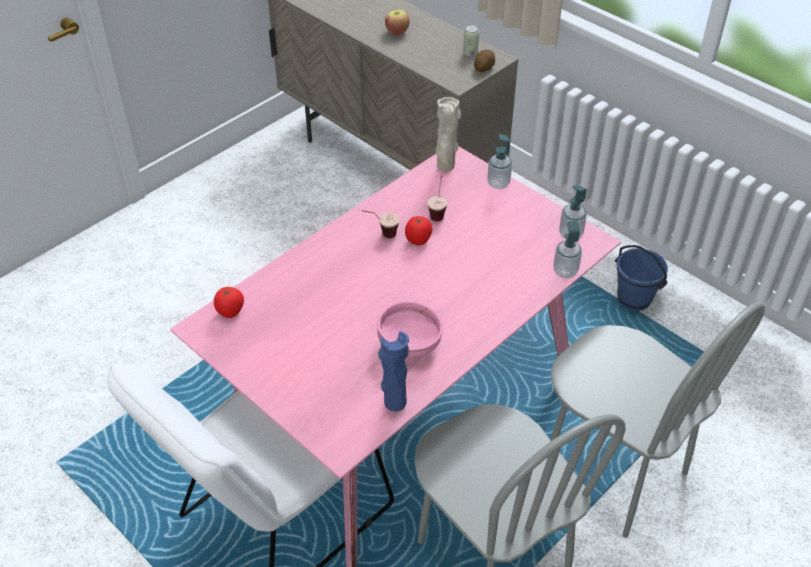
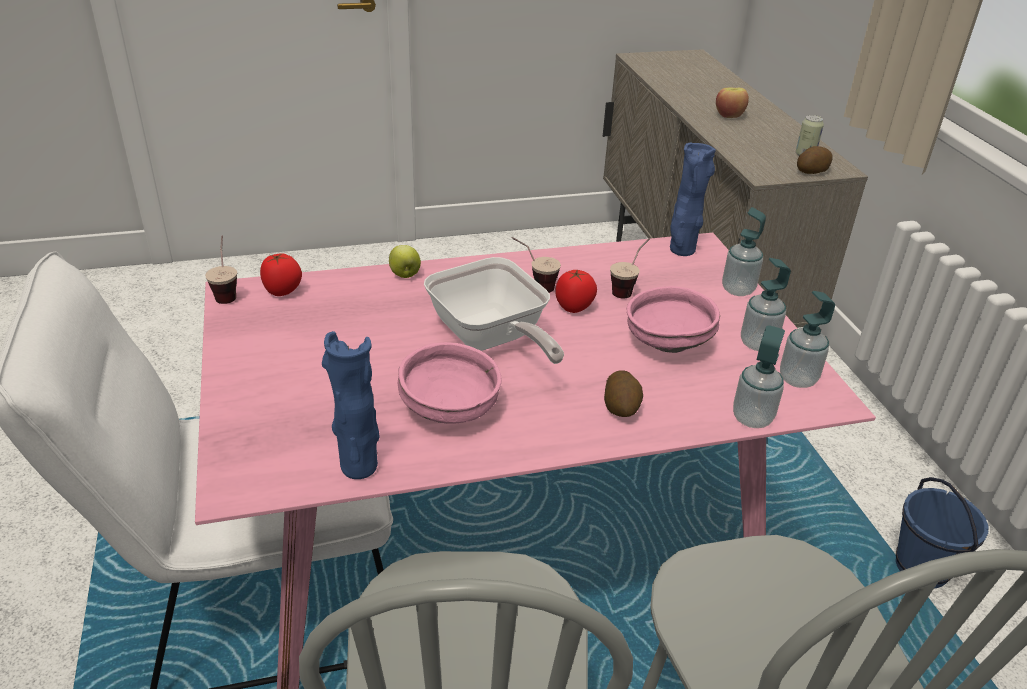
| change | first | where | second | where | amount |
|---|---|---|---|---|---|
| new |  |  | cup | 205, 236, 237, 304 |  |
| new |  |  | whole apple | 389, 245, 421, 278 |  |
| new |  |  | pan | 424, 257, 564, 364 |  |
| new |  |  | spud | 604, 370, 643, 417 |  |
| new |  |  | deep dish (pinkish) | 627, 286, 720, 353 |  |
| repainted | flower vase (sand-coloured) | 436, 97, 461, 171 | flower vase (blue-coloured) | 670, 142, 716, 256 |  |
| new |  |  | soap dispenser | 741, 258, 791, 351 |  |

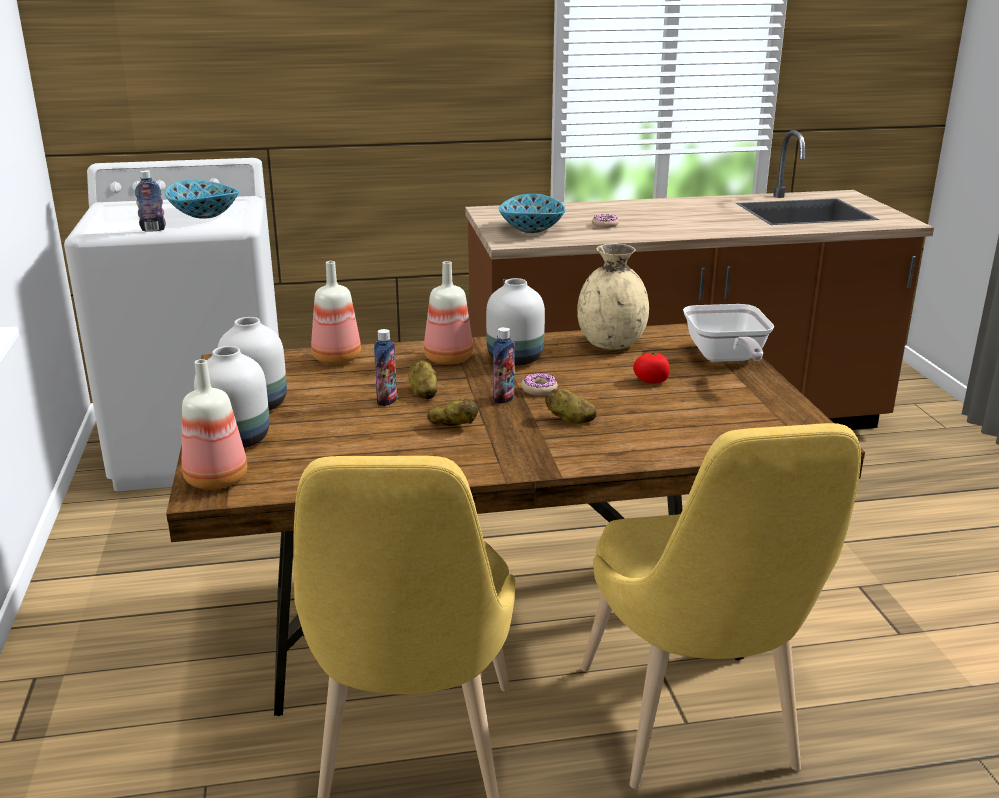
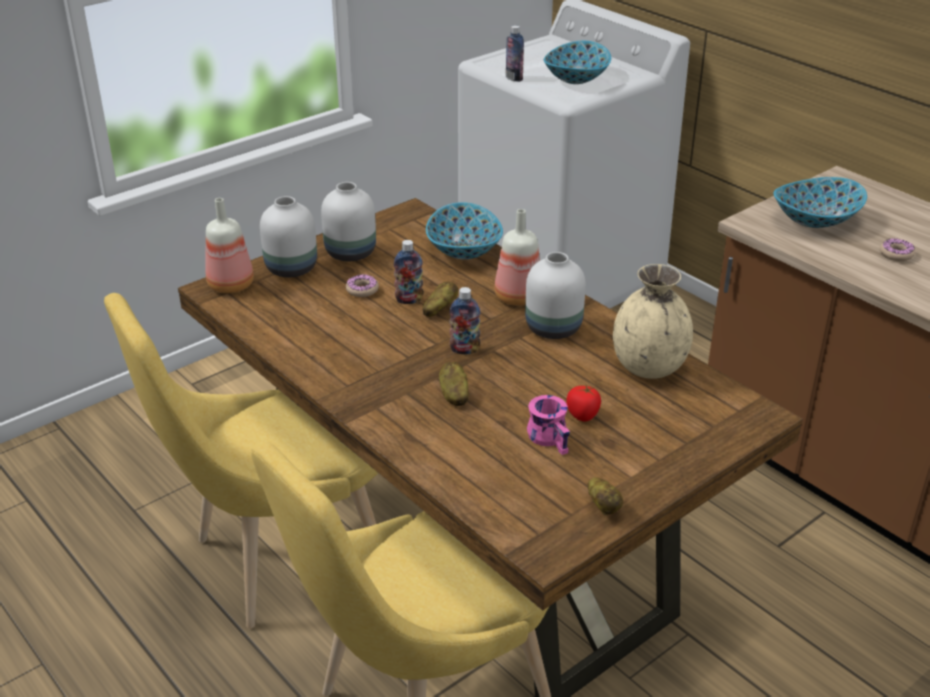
| change | first | where | second | where | amount |
|---|---|---|---|---|---|
| shifted | donut | 521, 373, 558, 396 |  | 346, 274, 379, 297 |  |
| swapped | bottle | 311, 261, 361, 364 | deep dish | 426, 202, 503, 260 |  |
| new |  |  | mug (pinkish) | 527, 395, 570, 455 |  |
| shifted | spud | 428, 399, 479, 426 |  | 587, 477, 623, 515 |  |
| gone | pan | 683, 304, 774, 362 |  |  |  |

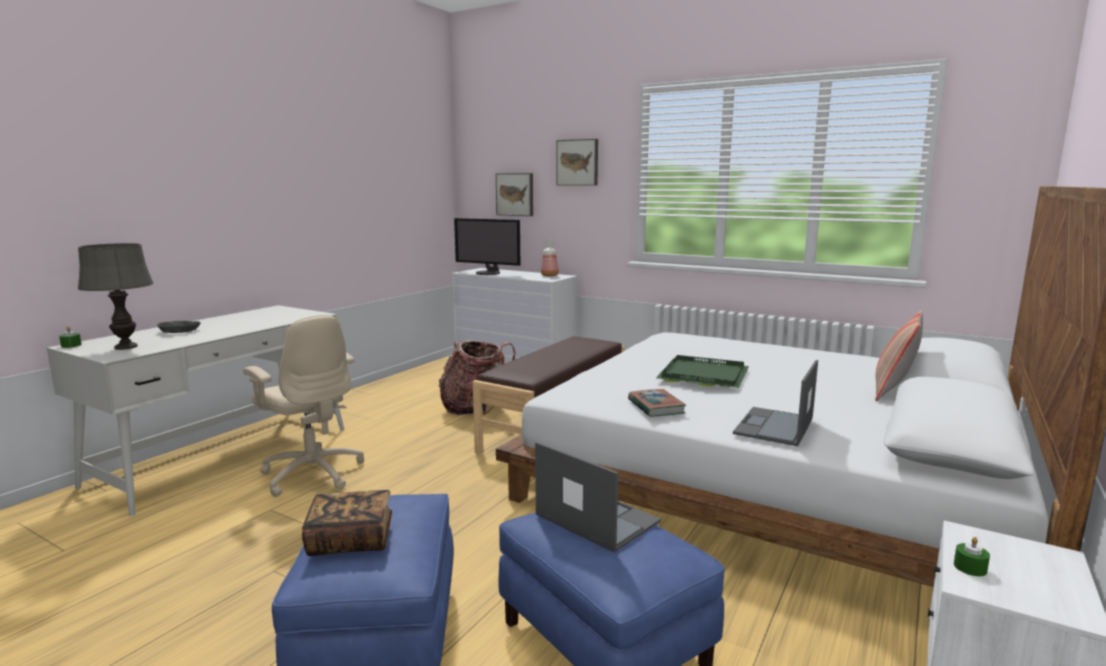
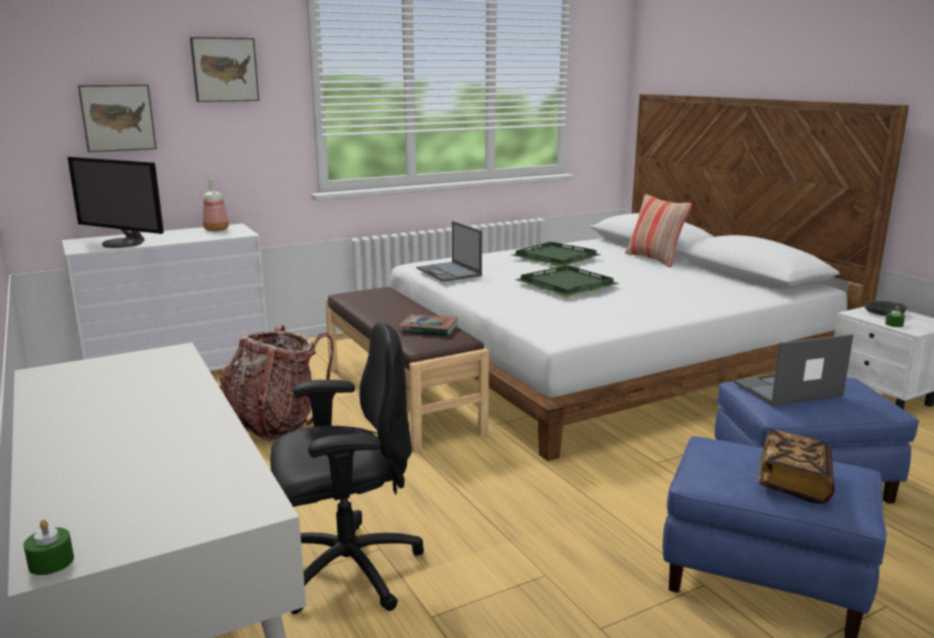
| change | first | where | second | where | amount |
|---|---|---|---|---|---|
| rotated | computer display | 454, 218, 520, 275 |  | 67, 157, 164, 248 | 60 degrees clockwise |
| repainted | computer chair (sand-coloured) | 243, 315, 364, 497 | computer chair (blackish) | 270, 322, 424, 614 |  |
| shifted | volume | 628, 389, 686, 417 |  | 399, 314, 458, 336 |  |
| shifted | notebook computer | 733, 360, 818, 446 |  | 416, 221, 482, 282 |  |
| new |  |  | tray (greenish) | 512, 242, 602, 267 |  |
| shifted | deep dish (greyish) | 157, 321, 201, 333 |  | 863, 301, 907, 316 |  |
| gone | tabletop lamp (greyish) | 78, 243, 153, 350 |  |  |  |

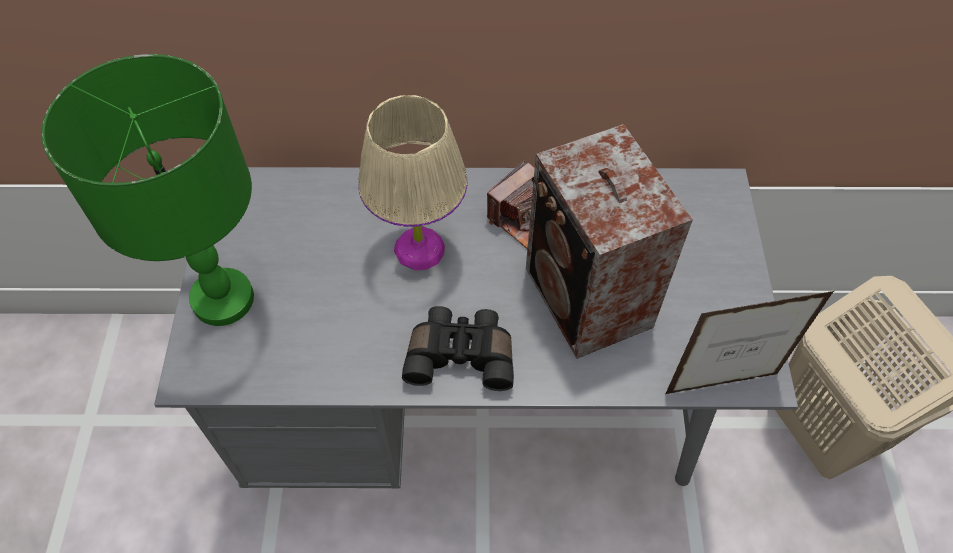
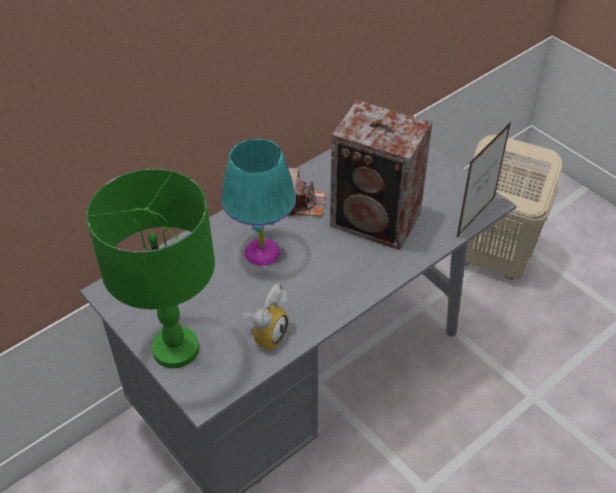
| change | first | where | second | where | amount |
|---|---|---|---|---|---|
| repainted | tabletop lamp (sand-coloured) | 358, 95, 467, 270 | tabletop lamp (turquoise) | 222, 138, 296, 266 |  |
| new |  |  | table clock | 243, 284, 289, 350 |  |
| gone | field glasses (blackish) | 402, 306, 514, 391 |  |  |  |

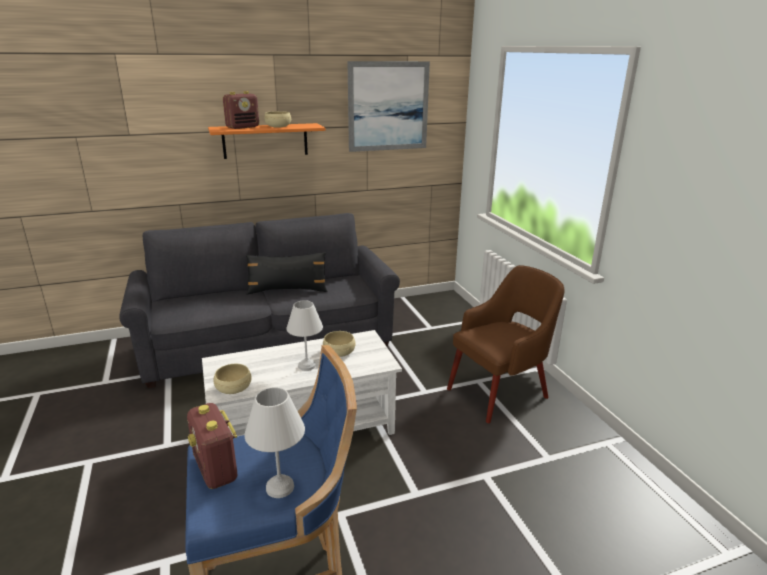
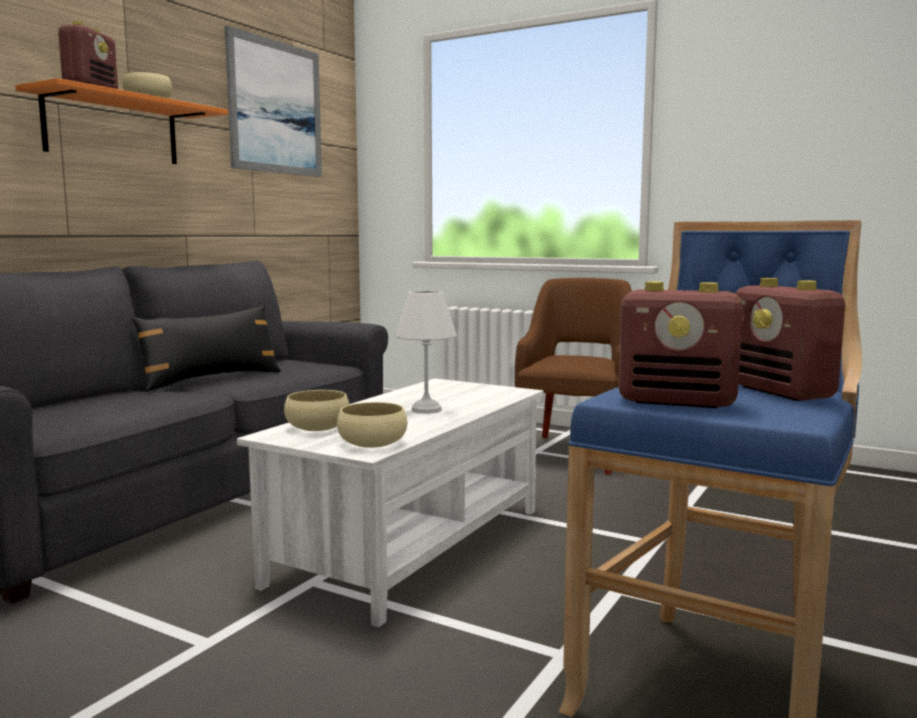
| change | first | where | second | where | amount |
|---|---|---|---|---|---|
| shifted | deep dish (sand-coloured) | 323, 331, 355, 357 |  | 284, 390, 350, 431 |  |
| swapped | tabletop lamp (white-coloured) | 245, 387, 305, 498 | radio | 735, 278, 847, 401 |  |

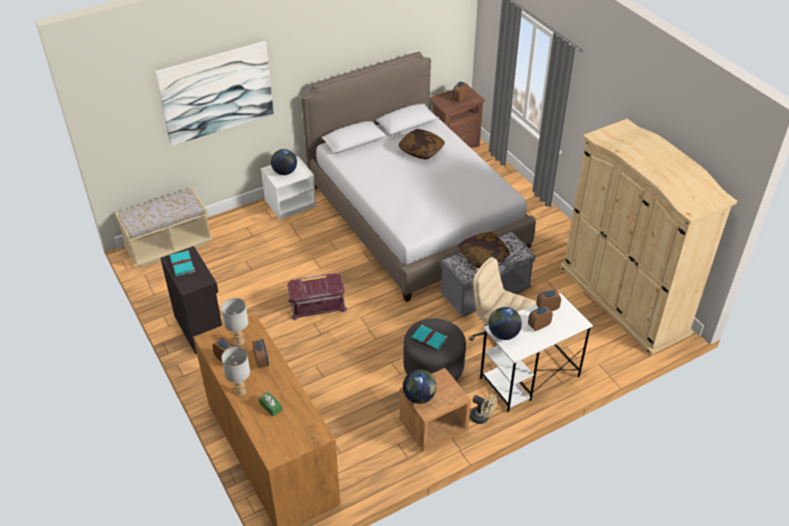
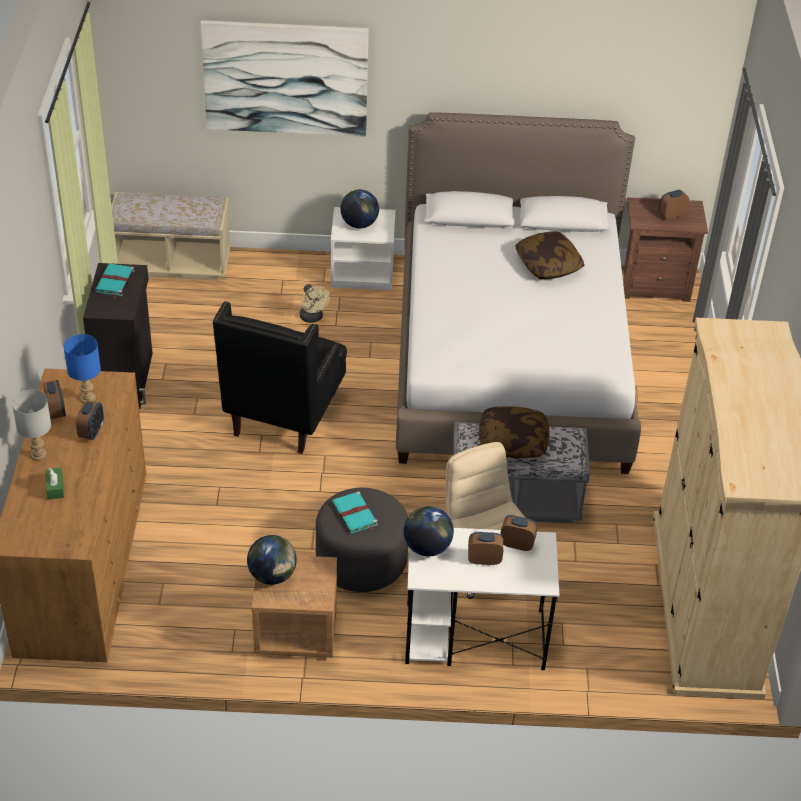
| change | first | where | second | where | amount |
|---|---|---|---|---|---|
| repainted | tabletop lamp (greyish) | 221, 298, 248, 346 | tabletop lamp (blue-coloured) | 63, 334, 101, 403 |  |
| swapped | storage box (red) | 287, 273, 347, 320 | easy chair (blackish) | 213, 301, 347, 454 |  |
| shifted | electric fan (sand-coloured) | 470, 394, 497, 424 |  | 300, 284, 330, 323 |  |

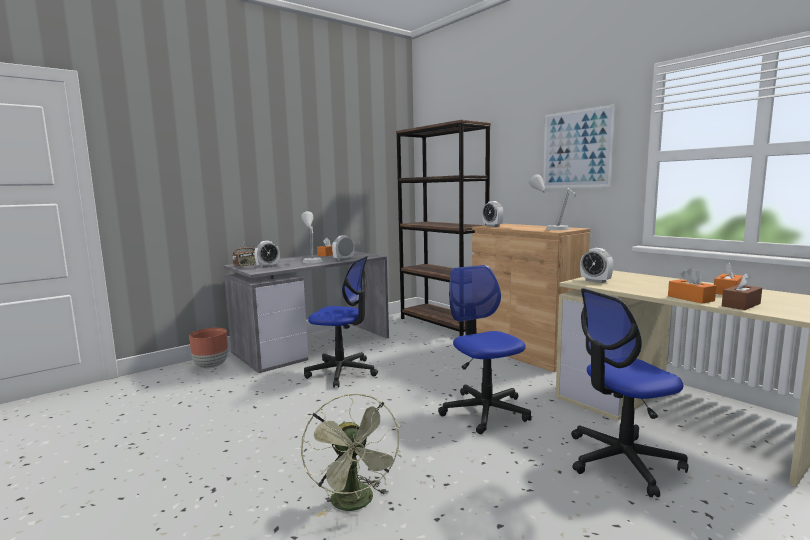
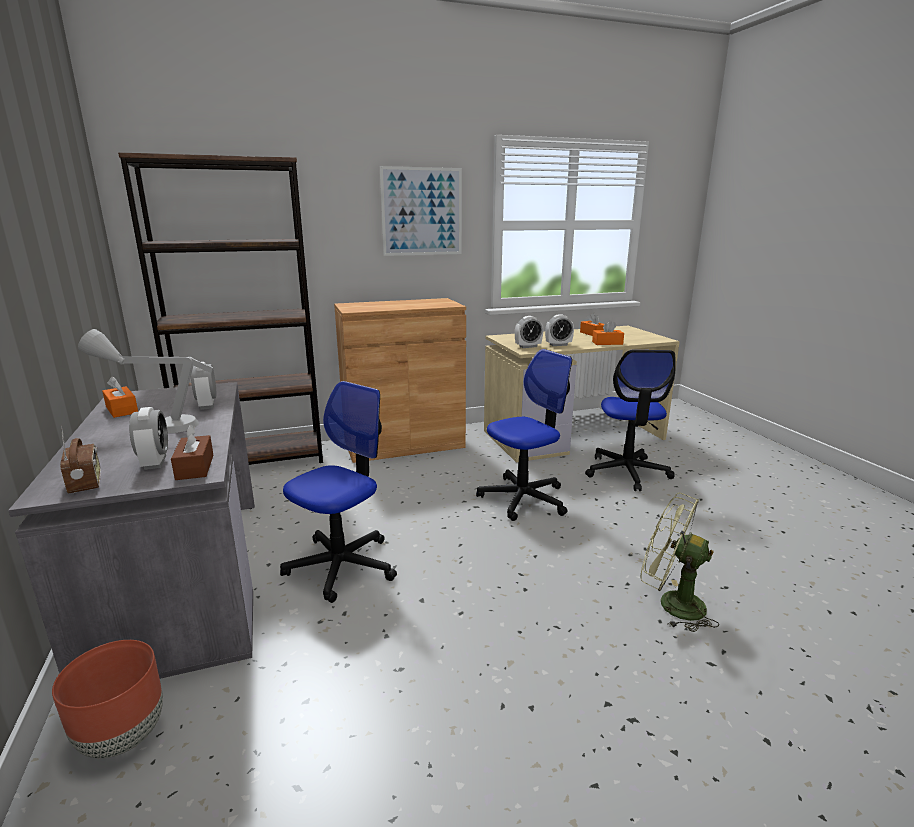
| change | first | where | second | where | amount |
|---|---|---|---|---|---|
| shifted | tissue box (brown) | 722, 273, 762, 310 |  | 171, 425, 213, 480 |  |
| rotated | computer chair | 438, 265, 531, 434 |  | 476, 349, 572, 521 | 150 degrees clockwise |
| shifted | table clock | 483, 201, 503, 227 |  | 545, 314, 574, 346 |  |
| rotated | electric fan (greenish) | 301, 393, 402, 517 |  | 640, 493, 719, 632 | 150 degrees counterclockwise |
| gone | tabletop lamp (greyish) | 529, 174, 576, 230 |  |  |  |

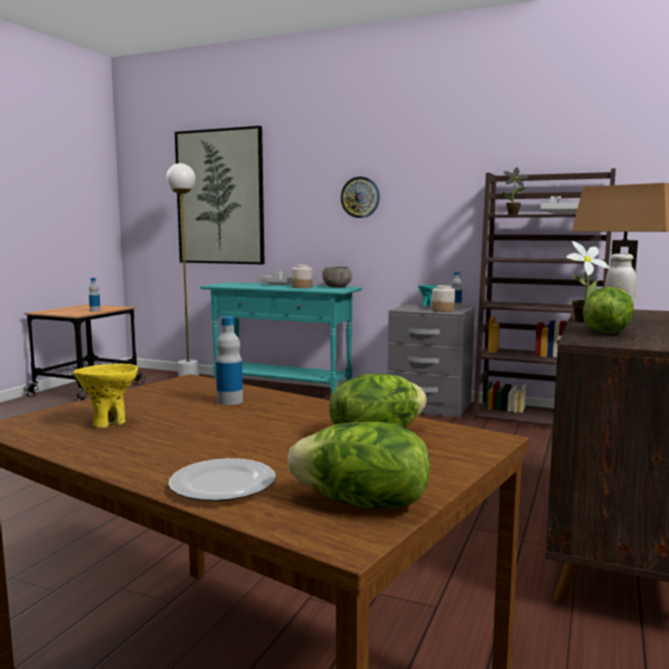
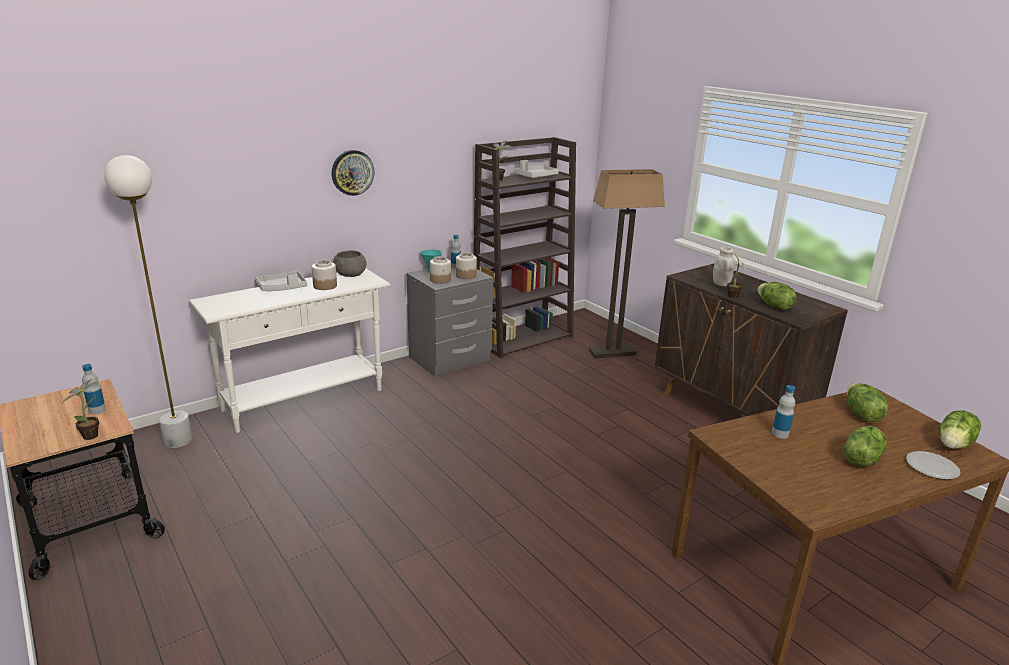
| change | first | where | second | where | amount |
|---|---|---|---|---|---|
| new |  |  | plant in a pot | 61, 379, 99, 440 |  |
| repainted | hall table (turquoise) | 200, 282, 362, 395 | hall table (white-coloured) | 189, 268, 390, 433 |  |
| new |  |  | jar | 430, 256, 451, 284 |  |
| new |  |  | lettuce | 843, 426, 887, 467 |  |
| gone | deep dish (yellow) | 73, 364, 138, 428 |  |  |  |
| gone | picture | 175, 126, 265, 264 |  |  |  |

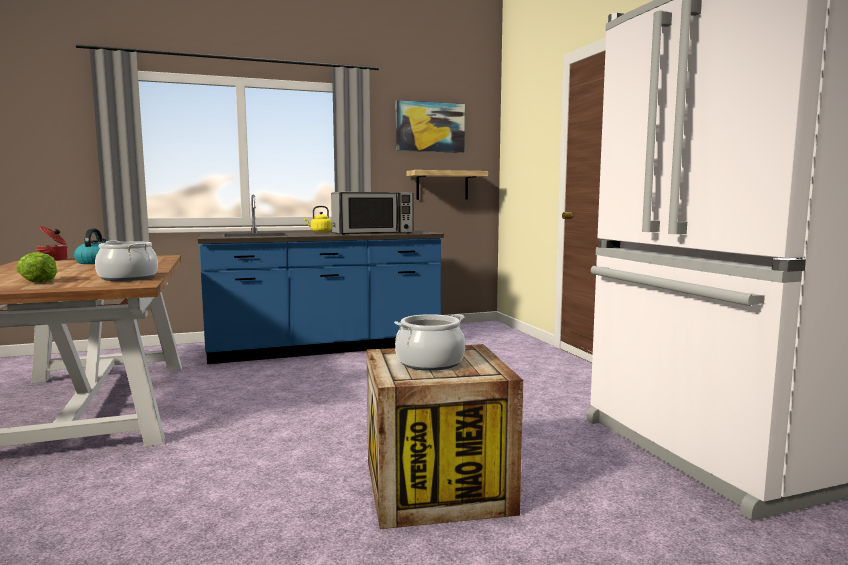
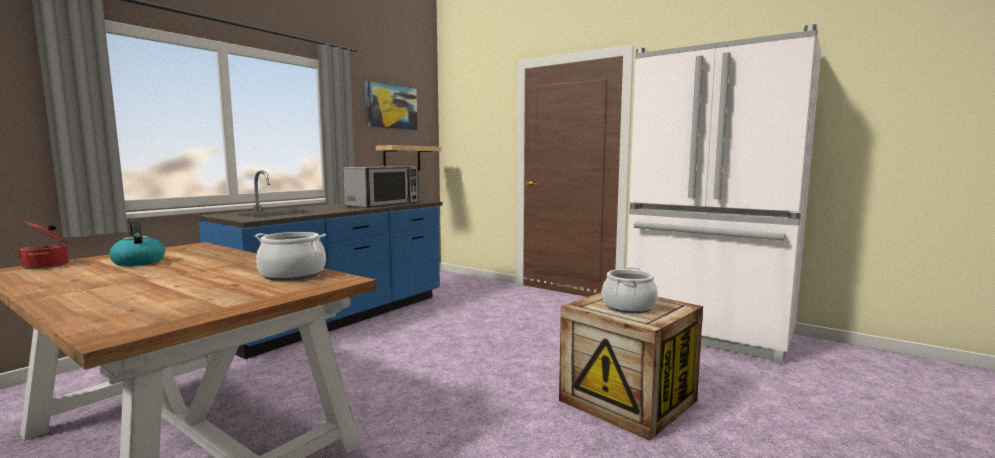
| change | first | where | second | where | amount |
|---|---|---|---|---|---|
| gone | lettuce | 16, 252, 58, 283 |  |  |  |
| gone | water kettle (yellow) | 304, 206, 332, 232 |  |  |  |

